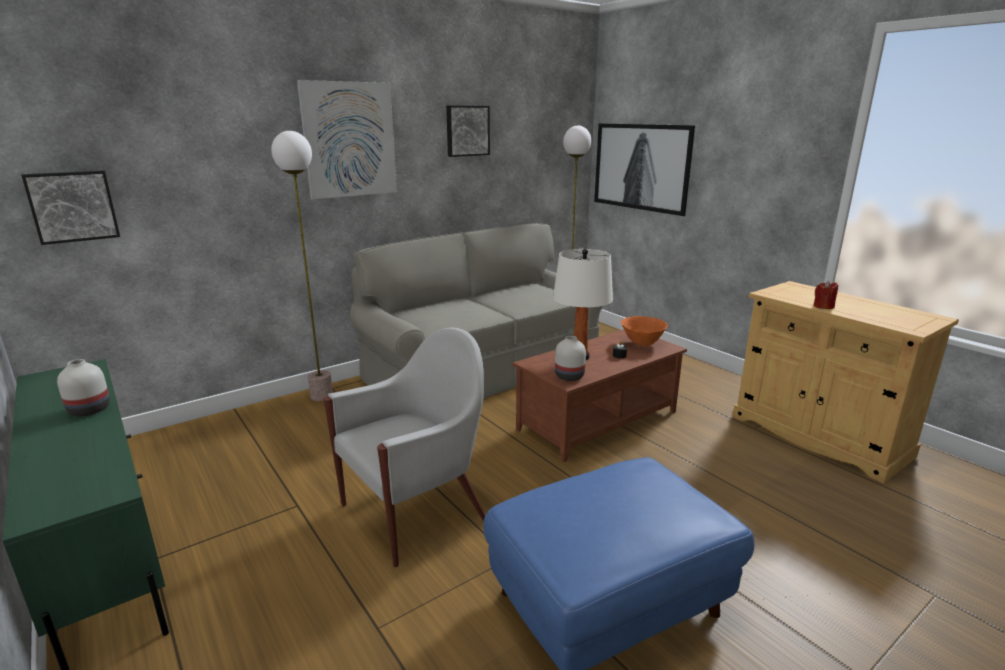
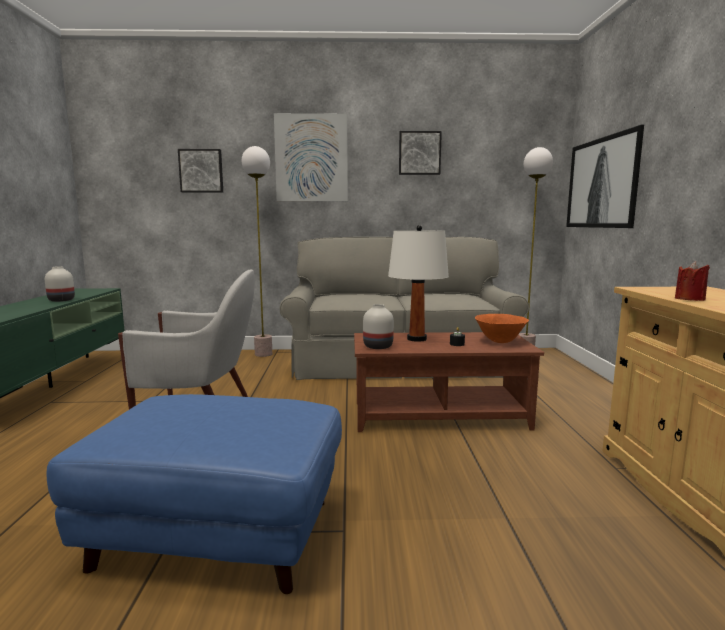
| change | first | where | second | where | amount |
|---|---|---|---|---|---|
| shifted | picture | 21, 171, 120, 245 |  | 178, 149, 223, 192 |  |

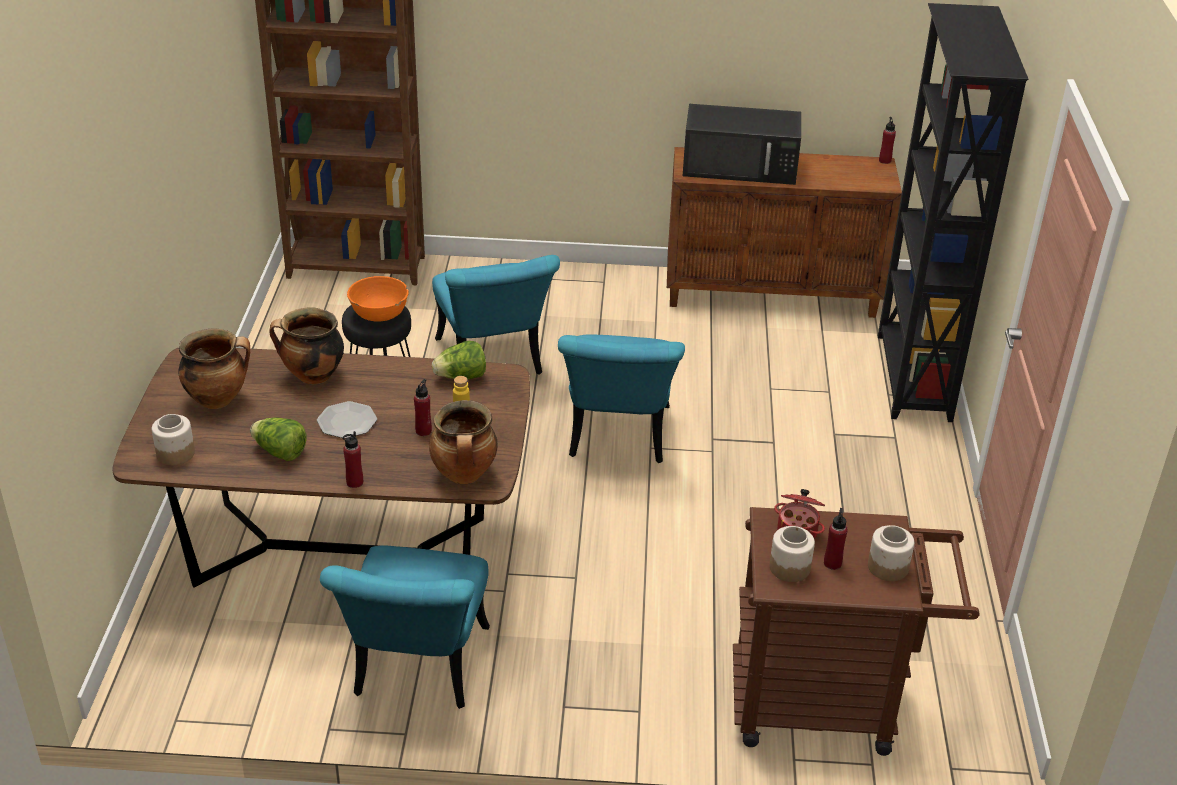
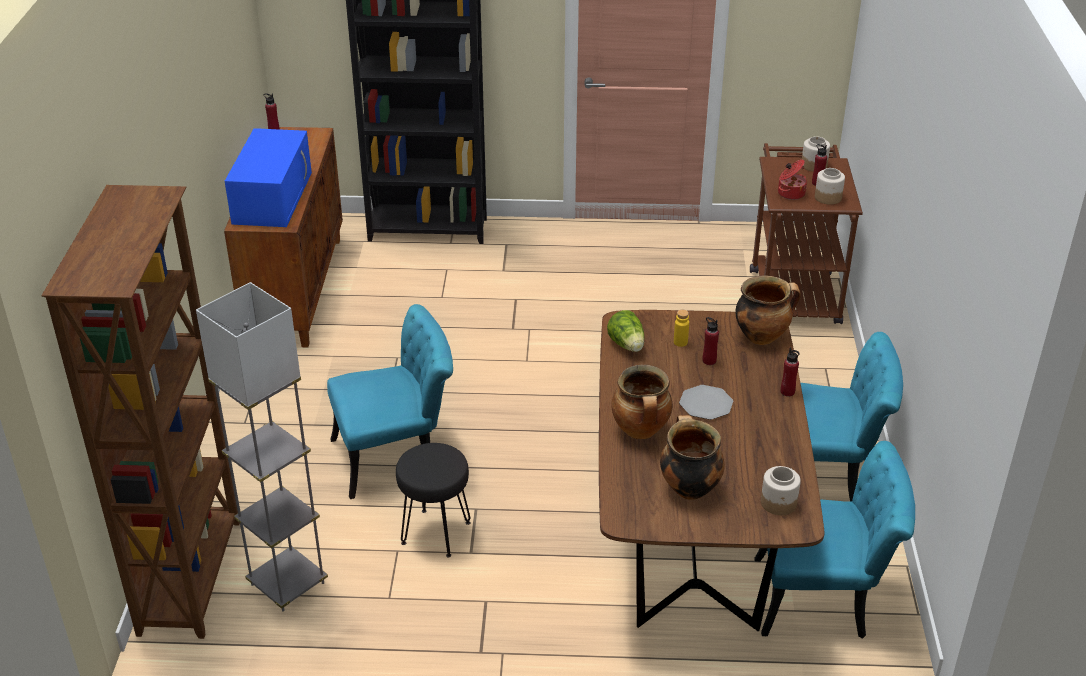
| change | first | where | second | where | amount |
|---|---|---|---|---|---|
| new |  |  | floor lamp (greyish) | 196, 282, 328, 612 |  |
| repainted | microwave oven (blackish) | 683, 104, 801, 185 | microwave oven (blue-coloured) | 225, 128, 312, 227 |  |
| shifted | chair (turquoise) | 558, 334, 685, 463 |  | 754, 441, 915, 639 |  |
| gone | lettuce | 250, 417, 307, 461 |  |  |  |
| gone | deep dish (orange-coloured) | 347, 276, 409, 322 |  |  |  |

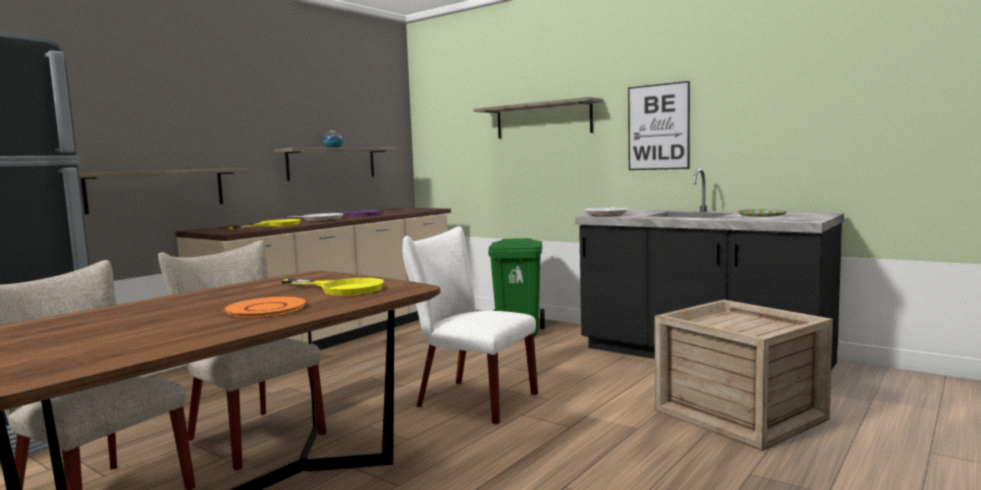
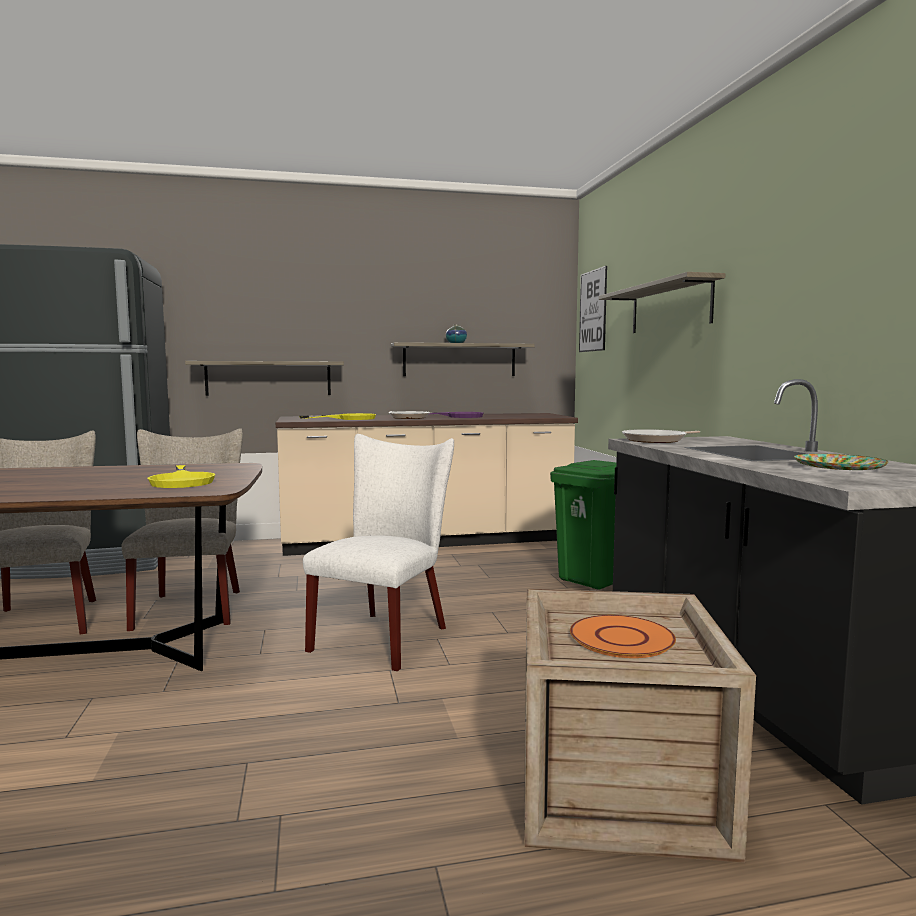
| change | first | where | second | where | amount |
|---|---|---|---|---|---|
| rotated | chair (white-coloured) | 403, 226, 538, 424 |  | 303, 434, 454, 671 | 45 degrees clockwise |
| shifted | plate (orange-coloured) | 223, 296, 308, 318 |  | 570, 615, 676, 658 |  |
| shifted | picture | 628, 81, 690, 170 |  | 579, 266, 607, 352 |  |

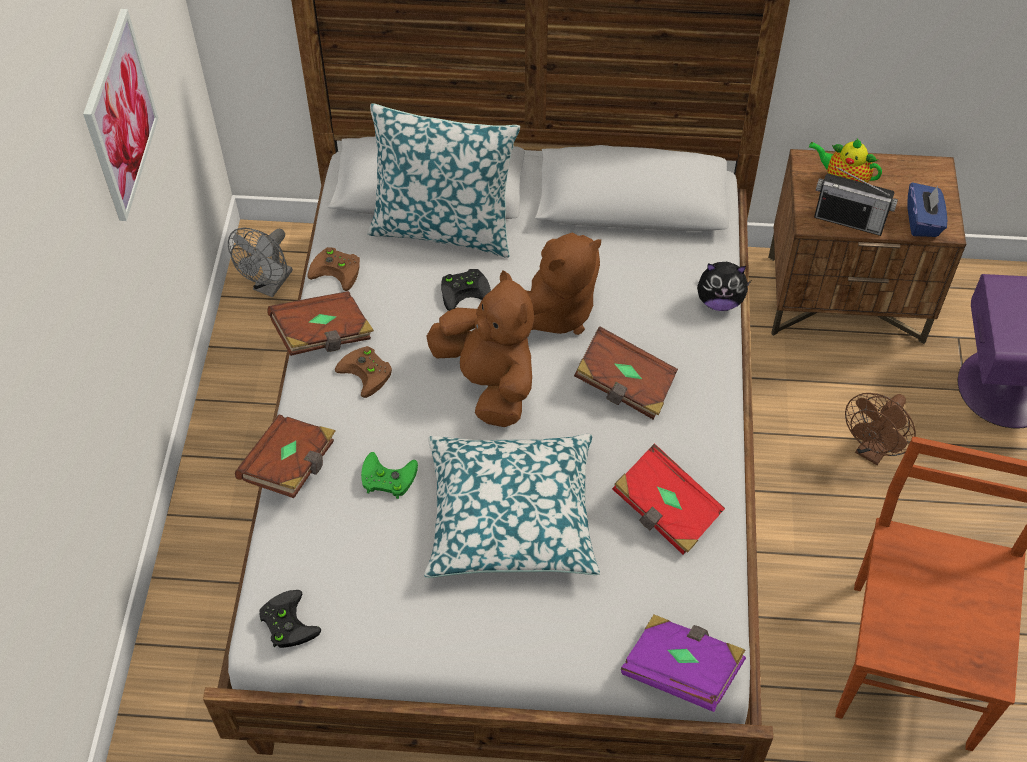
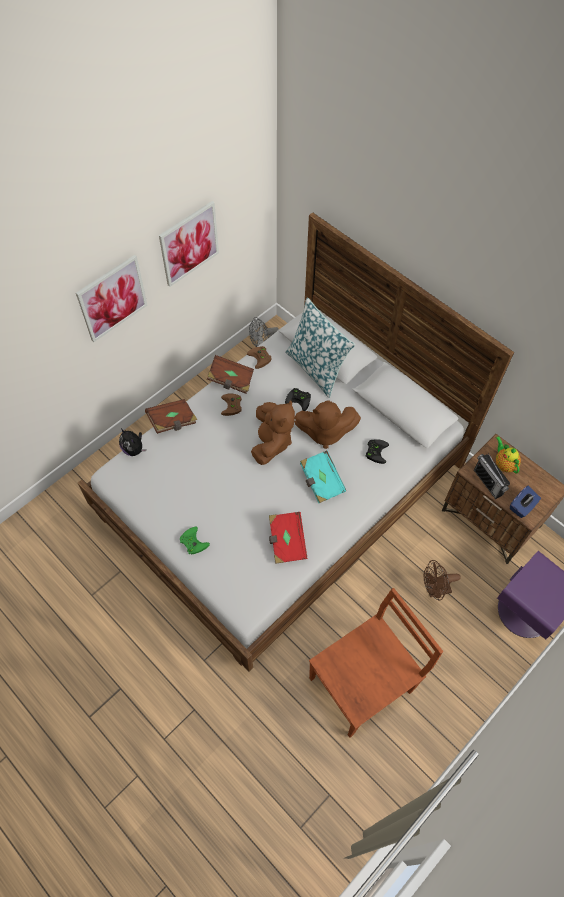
| change | first | where | second | where | amount |
|---|---|---|---|---|---|
| new |  |  | picture | 76, 255, 147, 342 |  |
| shifted | plush toy | 697, 262, 751, 311 |  | 119, 429, 146, 456 |  |
| shifted | game controller (greenish) | 361, 452, 418, 499 |  | 180, 527, 210, 554 |  |
| repainted | volume (brown) | 574, 326, 678, 420 | volume (turquoise) | 300, 450, 347, 503 |  |
| shifted | game controller (blackish) | 260, 590, 321, 648 |  | 365, 439, 389, 464 |  |
| gone | cushion | 424, 434, 600, 578 |  |  |  |
| gone | volume (purplish) | 621, 614, 746, 712 |  |  |  |

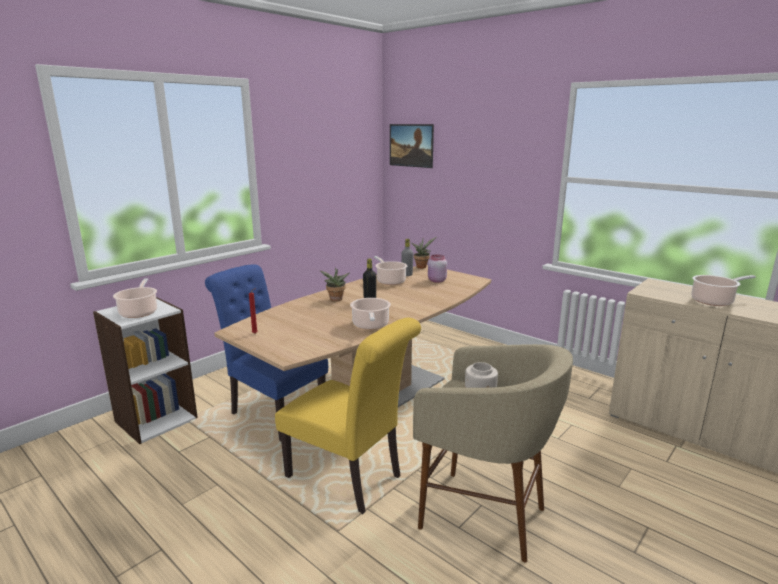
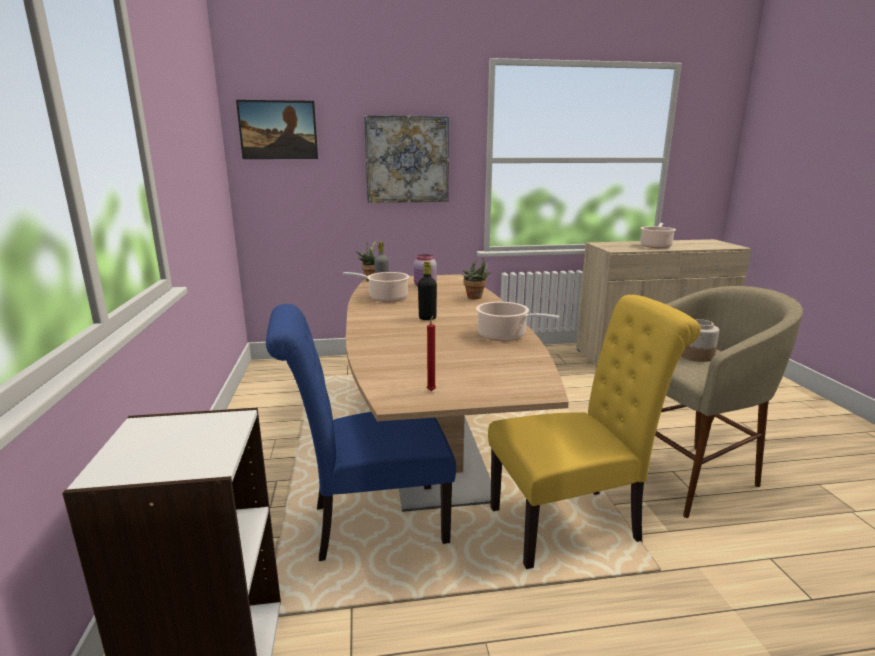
| change | first | where | second | where | amount |
|---|---|---|---|---|---|
| new |  |  | picture | 364, 115, 449, 203 |  |
| shifted | plant in a pot | 320, 267, 350, 302 |  | 463, 258, 491, 299 |  |
| gone | saucepot | 113, 278, 157, 318 |  |  |  |

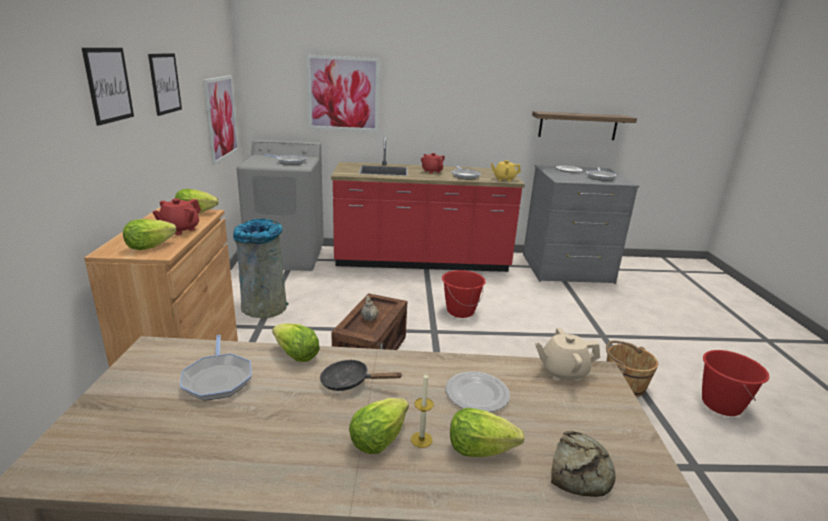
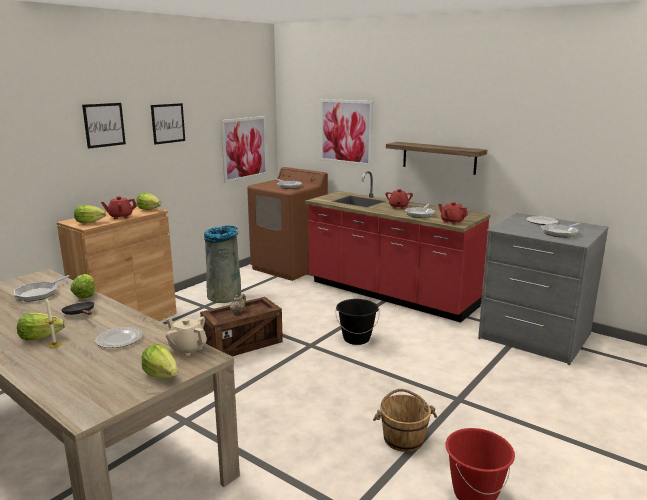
| change | first | where | second | where | amount |
|---|---|---|---|---|---|
| shifted | lettuce | 450, 408, 525, 457 |  | 142, 344, 178, 379 |  |
| repainted | washing machine (greyish) | 237, 139, 324, 271 | washing machine (brown) | 247, 167, 328, 281 |  |
| repainted | bucket (red) | 442, 270, 486, 318 | bucket (blackish) | 335, 299, 379, 345 |  |
| shifted | bracket shelf | 532, 111, 637, 140 |  | 386, 142, 487, 175 |  |
| repainted | tea pot (yellow) | 490, 160, 521, 182 | tea pot (red) | 438, 202, 468, 225 |  |
| gone | bakery bread | 551, 431, 616, 497 |  |  |  |

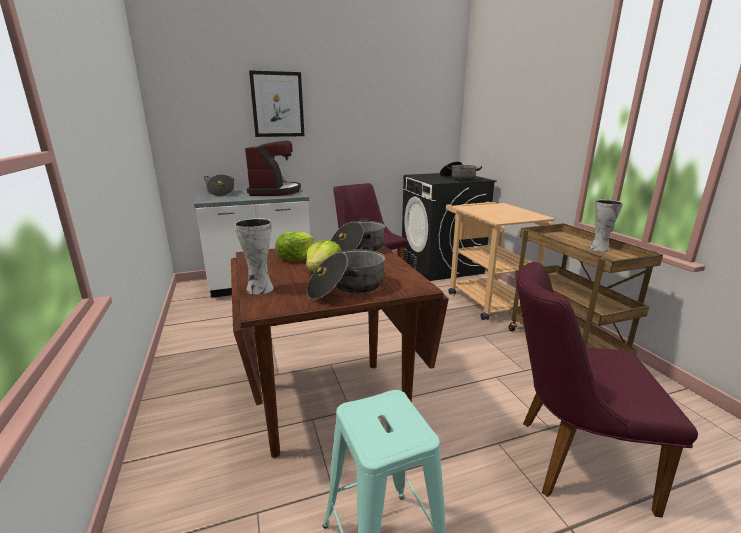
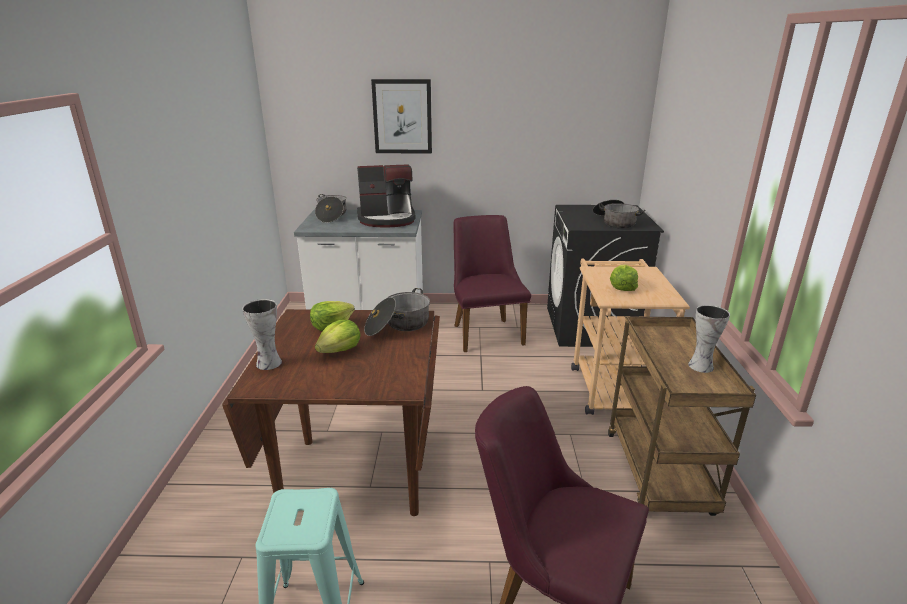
| change | first | where | second | where | amount |
|---|---|---|---|---|---|
| rotated | coffee brewer | 245, 140, 301, 196 |  | 357, 164, 416, 228 | 60 degrees clockwise |
| new |  |  | lettuce | 610, 265, 638, 291 |  |
| gone | saucepot | 307, 245, 386, 300 |  |  |  |

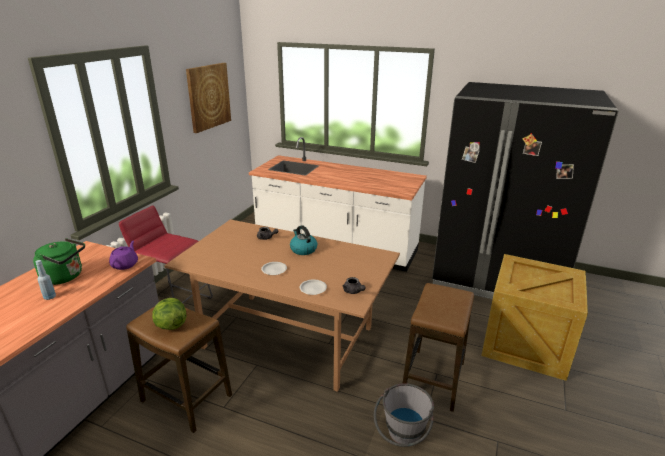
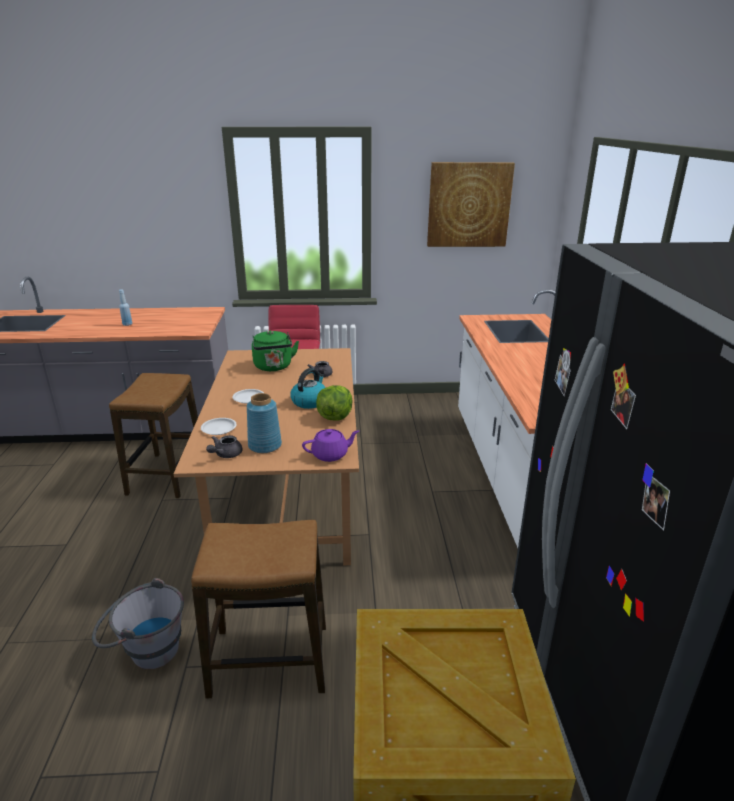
| change | first | where | second | where | amount |
|---|---|---|---|---|---|
| new |  |  | flower vase (blue-coloured) | 247, 393, 282, 453 |  |
| shifted | water kettle (greenish) | 33, 238, 85, 285 |  | 252, 331, 299, 371 |  |
| shifted | tea pot (purplish) | 109, 241, 138, 270 |  | 302, 429, 359, 462 |  |
| shifted | lettuce | 152, 298, 186, 330 |  | 316, 385, 352, 421 |  |

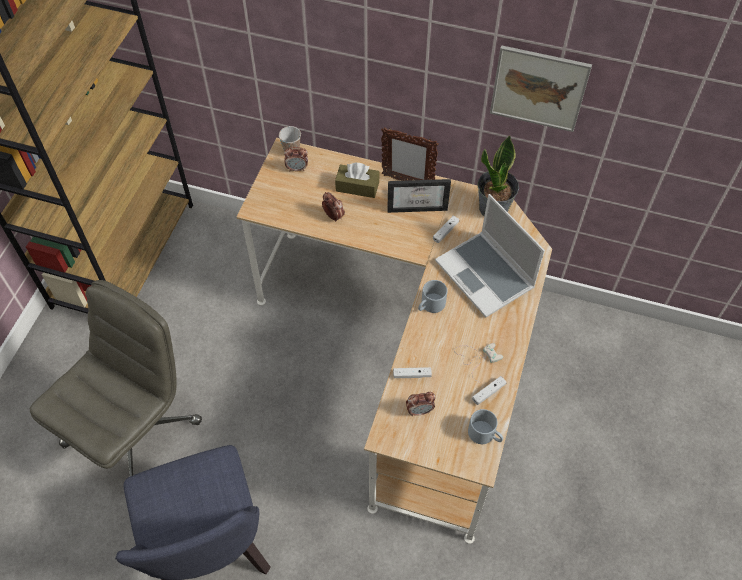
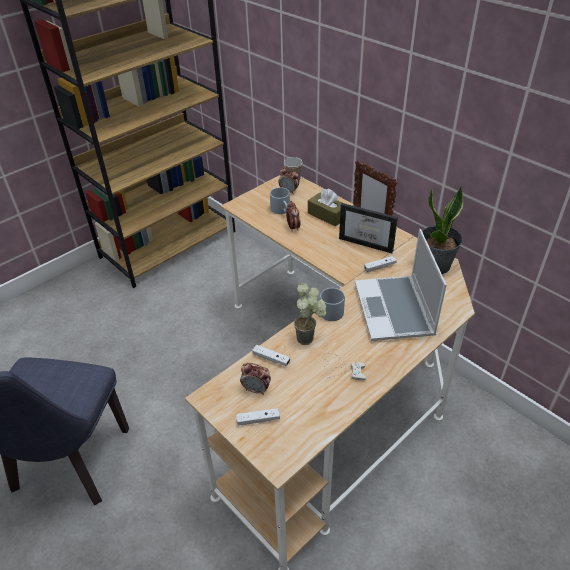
| change | first | where | second | where | amount |
|---|---|---|---|---|---|
| shifted | game controller (white-coloured) | 472, 376, 507, 405 |  | 236, 408, 280, 425 |  |
| shifted | mug (greyish) | 468, 409, 503, 444 |  | 270, 187, 290, 214 |  |
| new |  |  | plant in a pot | 294, 283, 326, 345 |  |
| gone | computer chair (greyish) | 30, 280, 202, 476 |  |  |  |
| gone | picture | 490, 45, 592, 132 |  |  |  |

